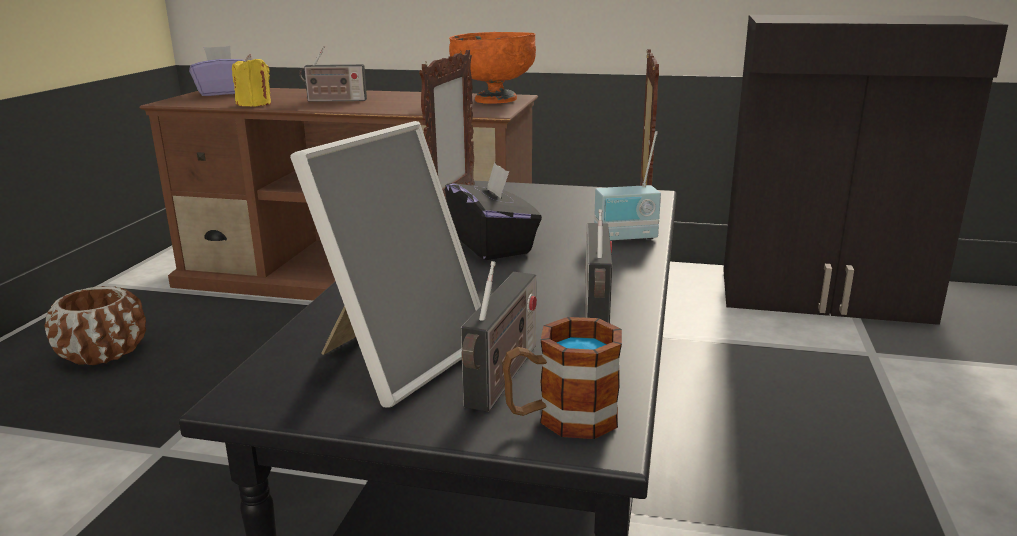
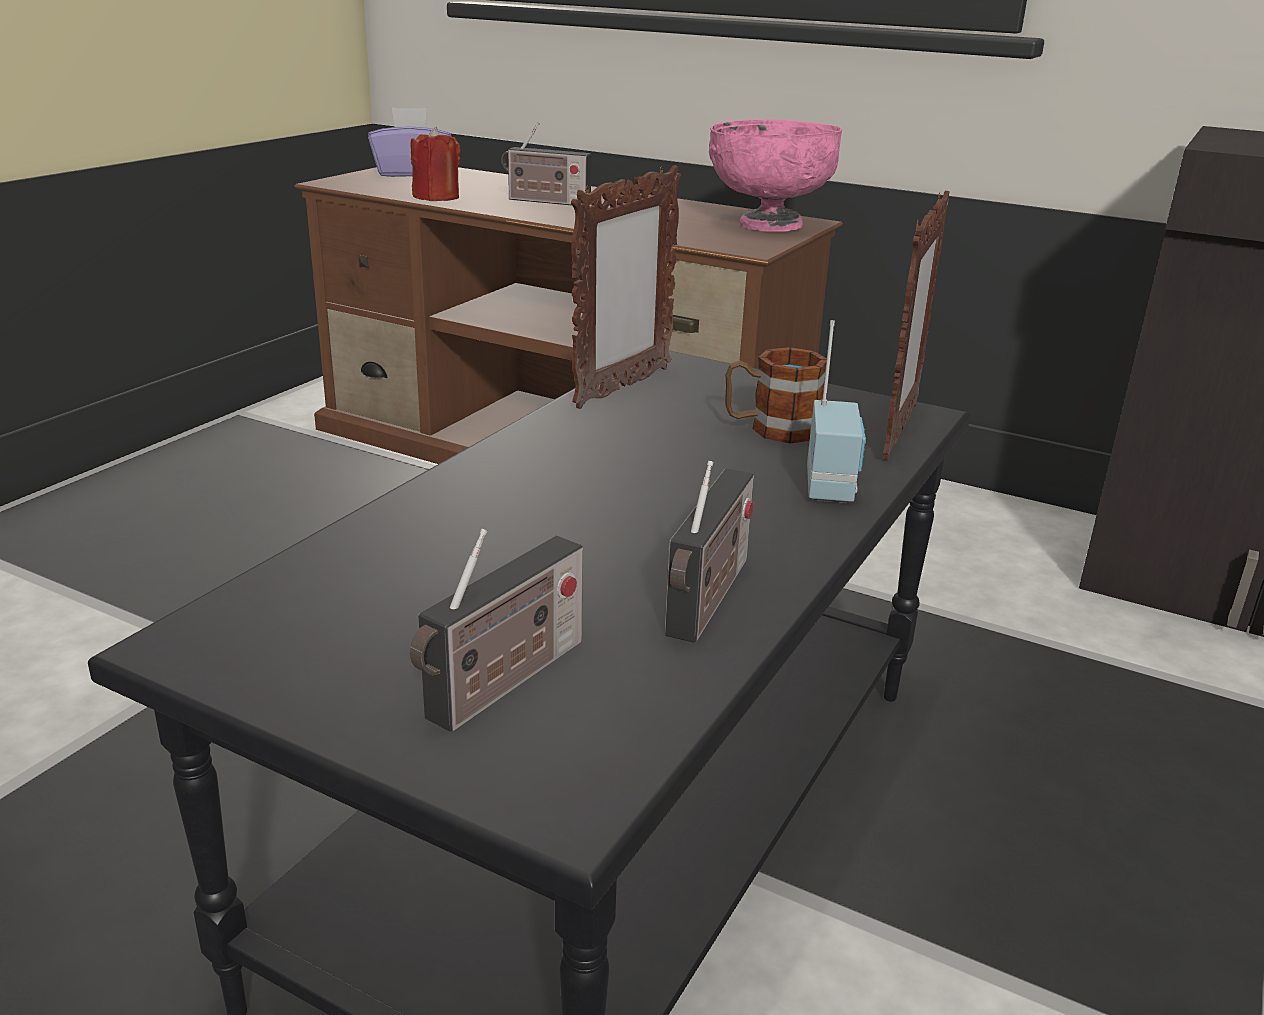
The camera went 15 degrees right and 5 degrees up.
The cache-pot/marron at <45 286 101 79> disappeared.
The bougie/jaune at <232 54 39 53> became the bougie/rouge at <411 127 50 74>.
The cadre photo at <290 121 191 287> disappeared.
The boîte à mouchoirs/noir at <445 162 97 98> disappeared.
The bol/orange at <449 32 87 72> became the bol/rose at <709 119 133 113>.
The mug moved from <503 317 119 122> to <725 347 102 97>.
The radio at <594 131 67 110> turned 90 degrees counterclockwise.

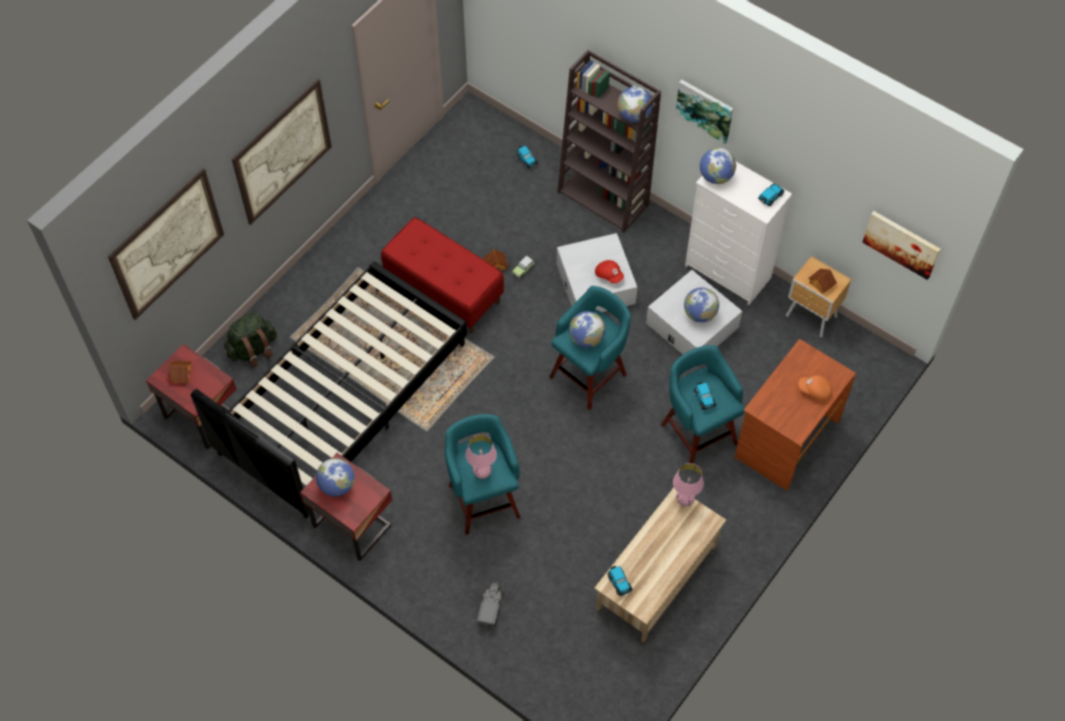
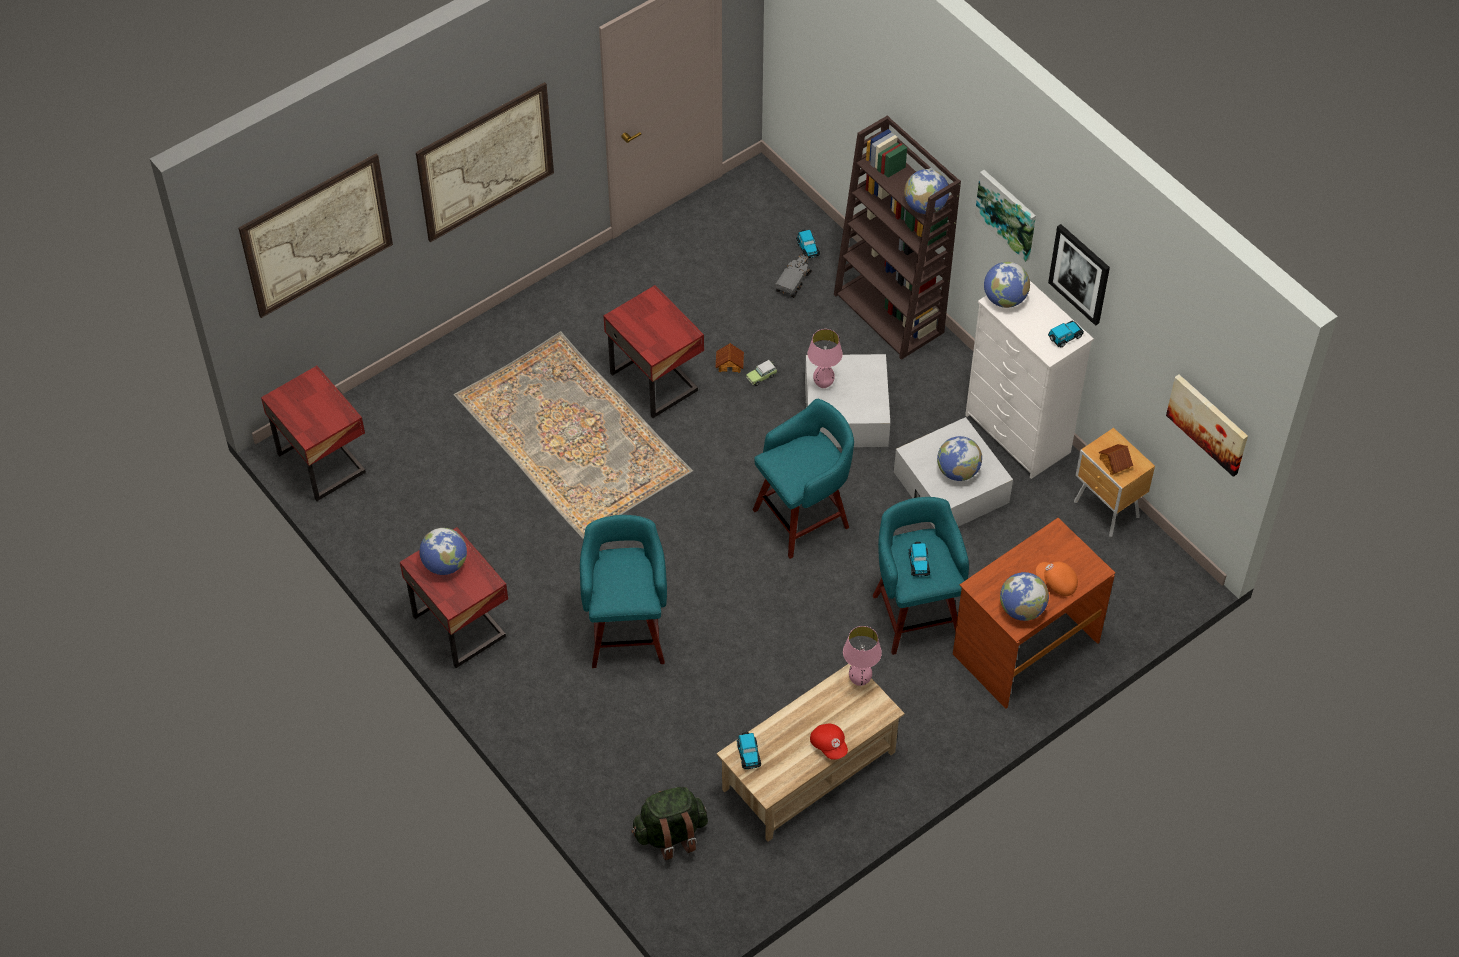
The camera went 15 degrees right and 5 degrees down.
The maison miniature at <169 361 23 22> disappeared.
The lit/noir at <191 261 276 257> disappeared.
The sac à dos/vert moved from <224 313 53 55> to <631 787 77 73>.
The banc/rouge at <381 217 123 116> was replaced by the table de chevet/rouge at <603 285 101 133>.
The lampe de table/rose moved from <466 434 31 45> to <808 329 35 59>.
The camion jouet moved from <477 582 27 44> to <775 254 37 44>.
The globe moved from <569 311 37 37> to <1000 572 49 49>.
The casquette/rouge moved from <595 260 29 23> to <810 724 38 36>.
The tableau at <1048 224 62 102> appeared.

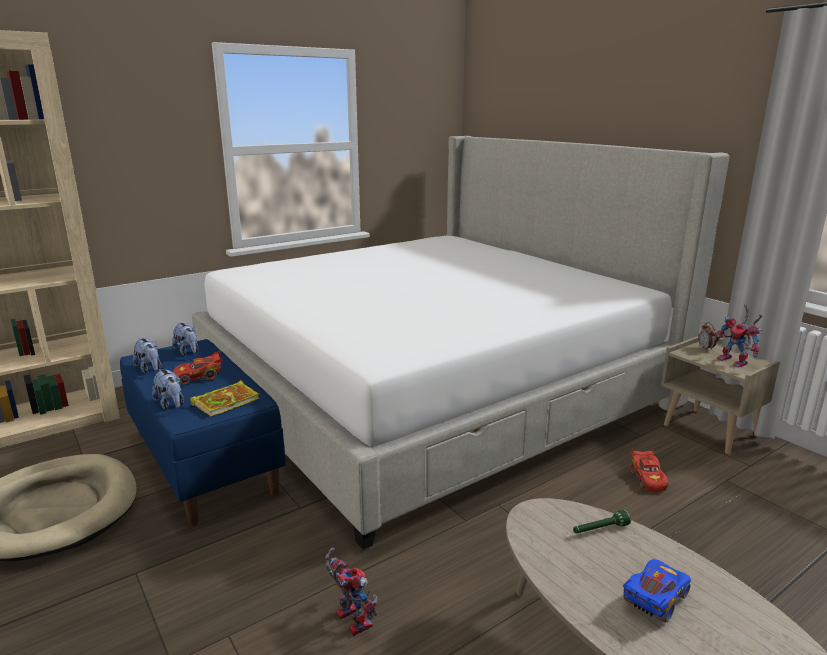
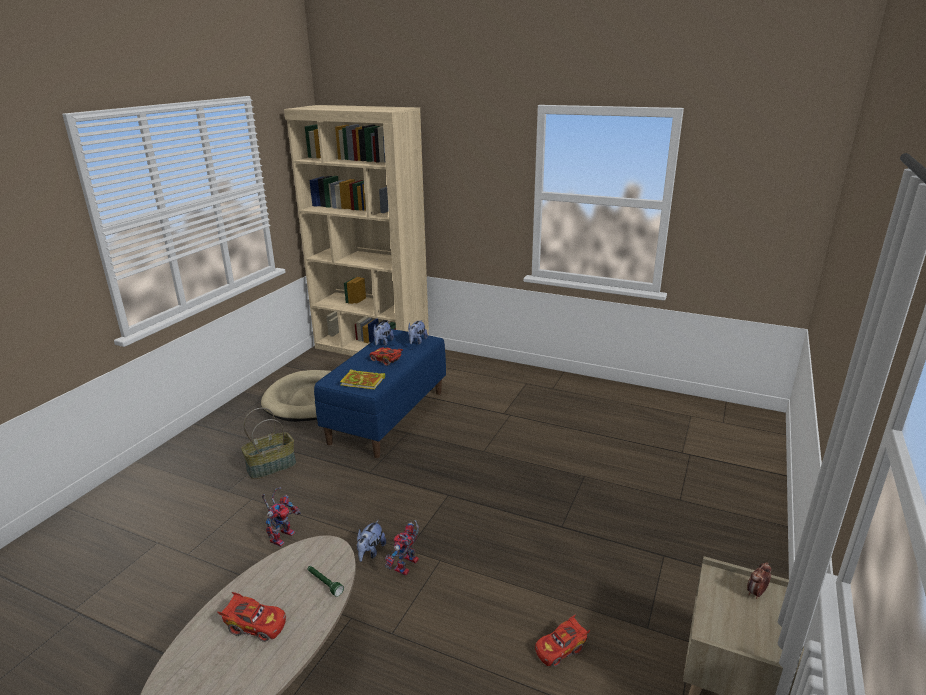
The camera went 60 degrees right and 5 degrees up.
The peluche moved from <152 369 32 41> to <357 520 29 42>.
The lit at <192 136 538 414> disappeared.
The petite voiture/bleu at <623 559 68 64> became the petite voiture/rouge at <217 592 69 50>.
The robot jouet moved from <714 304 49 64> to <385 520 34 55>.
The panier at <241 408 55 71> appeared.

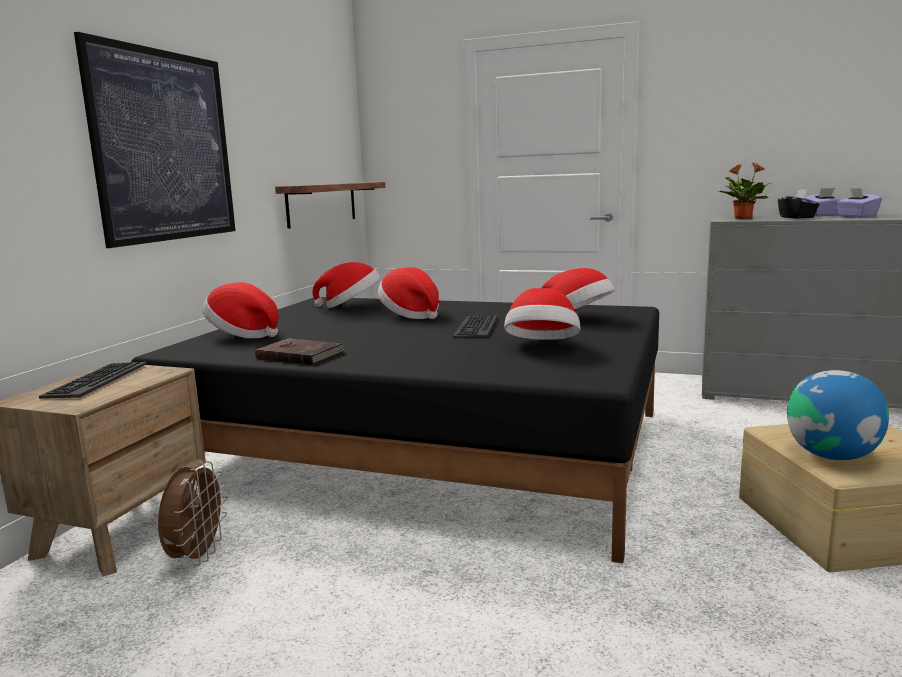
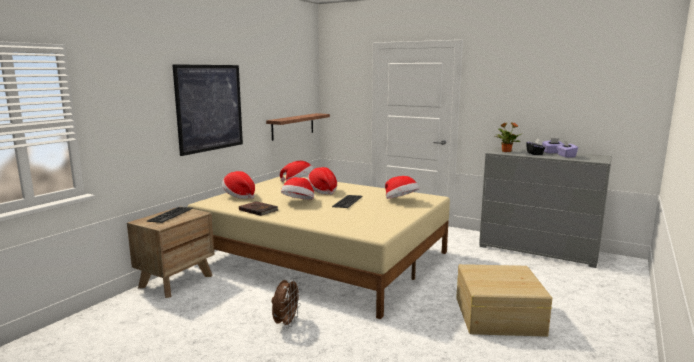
The camera went 10 degrees right and 0 degrees up.
The lit/noir at <131 297 528 266> became the lit/beige at <188 175 262 144>.
The ventilateur/marron moved from <158 461 70 105> to <272 278 30 50>.
The chapeau moved from <504 288 77 52> to <281 177 33 23>.
The globe at <787 370 102 90> disappeared.

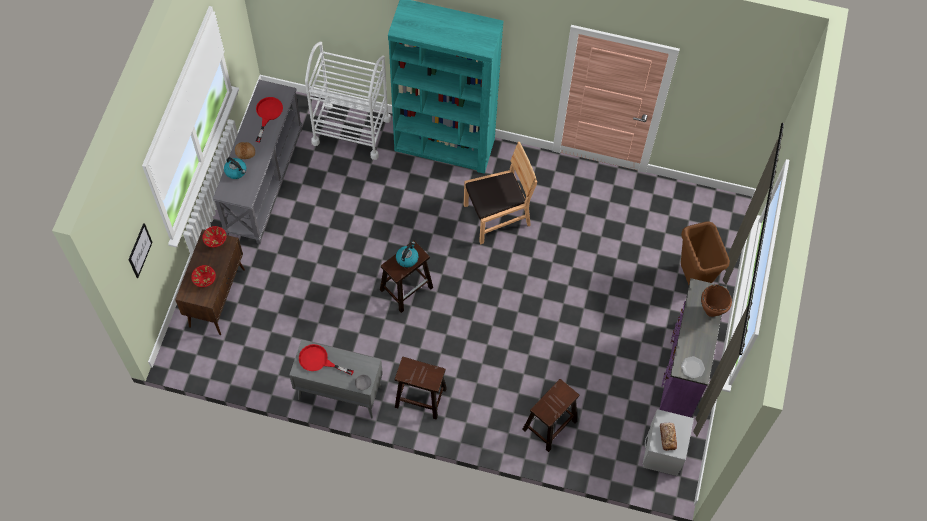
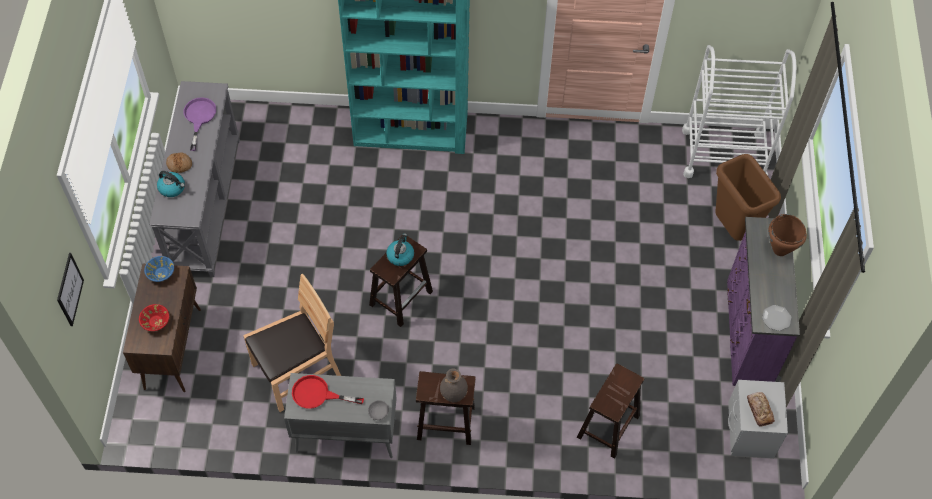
The camera went 10 degrees left and 5 degrees down.
The bol/rouge at <202 226 24 22> became the bol/bleu at <144 256 30 26>.
The poêle/rouge at <256 97 27 45> became the poêle/violet at <184 97 32 54>.
The chariot/blanc moved from <305 42 86 118> to <682 45 114 133>.
The chaise/marron moved from <464 142 73 103> to <243 274 98 138>.
The vase/gris at <440 369 28 33> appeared.

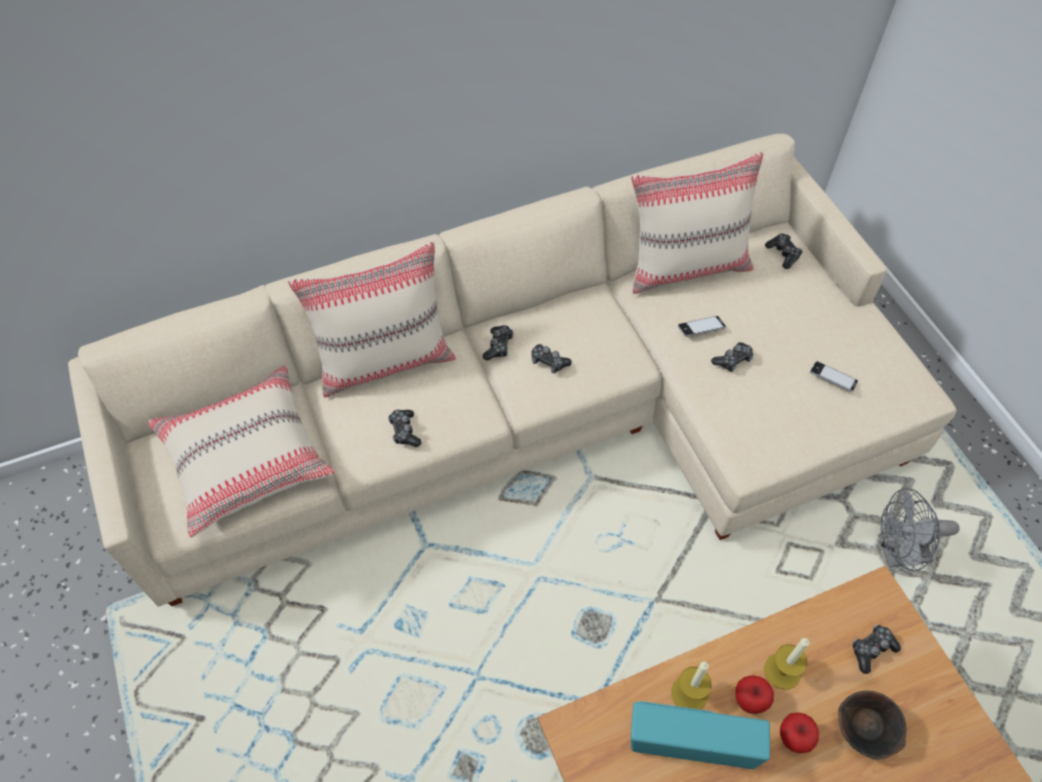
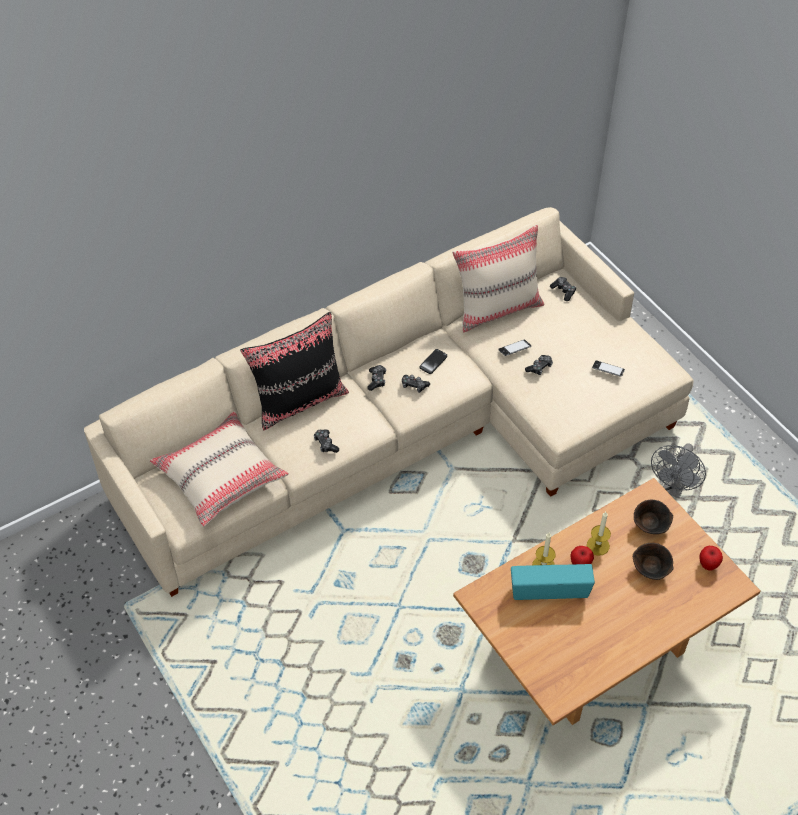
The camera went 10 degrees left and 5 degrees down.
The coussin/beige at <288 241 168 156> became the coussin/noir at <240 312 109 118>.
The pomme moved from <780 712 39 41> to <699 546 24 24>.
The manette at <852 624 49 50> was replaced by the bol/marron at <634 500 39 34>.
The ventilateur/gris at <880 488 80 83> turned 45 degrees counterclockwise.
The téléphone at <420 349 27 25> appeared.

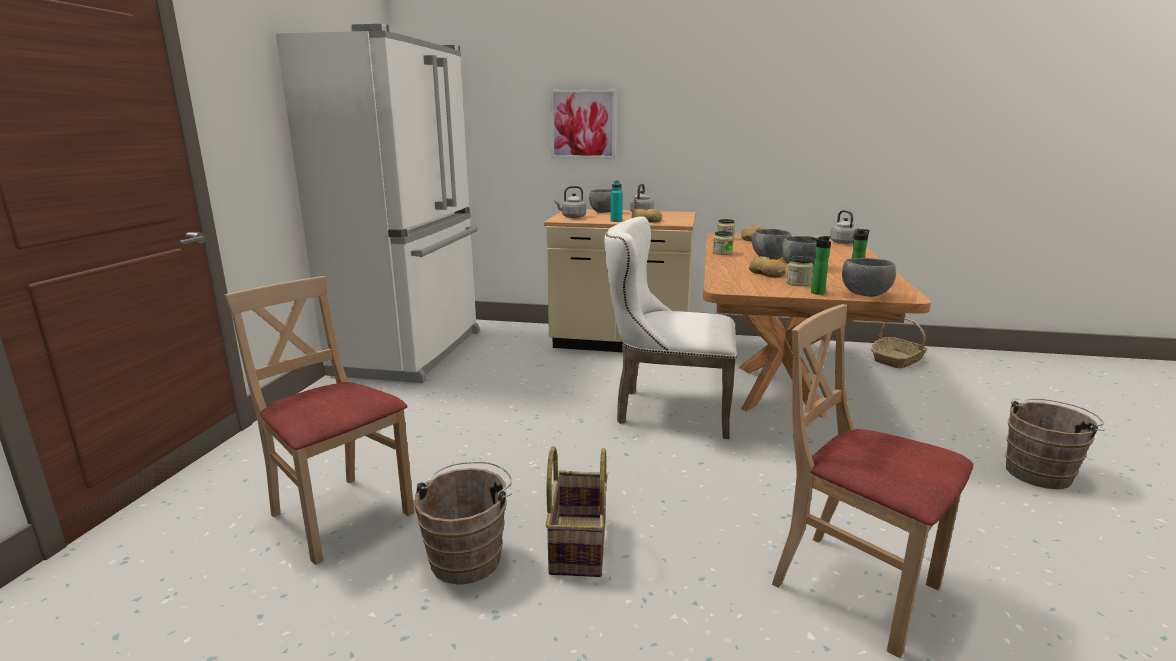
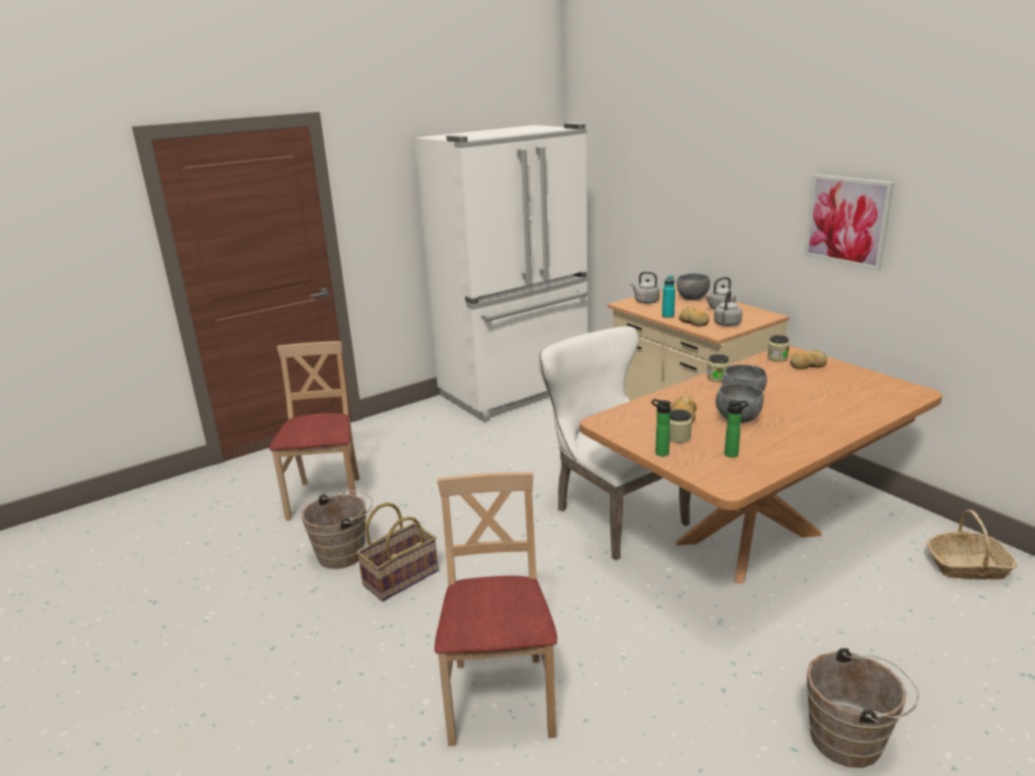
The camera went 45 degrees right and 5 degrees up.
The tableau moved from <550 89 66 70> to <804 174 90 96>.
The bouilloire/gris moved from <830 210 29 34> to <714 290 28 36>.
The bol/gris at <842 258 54 39> disappeared.

